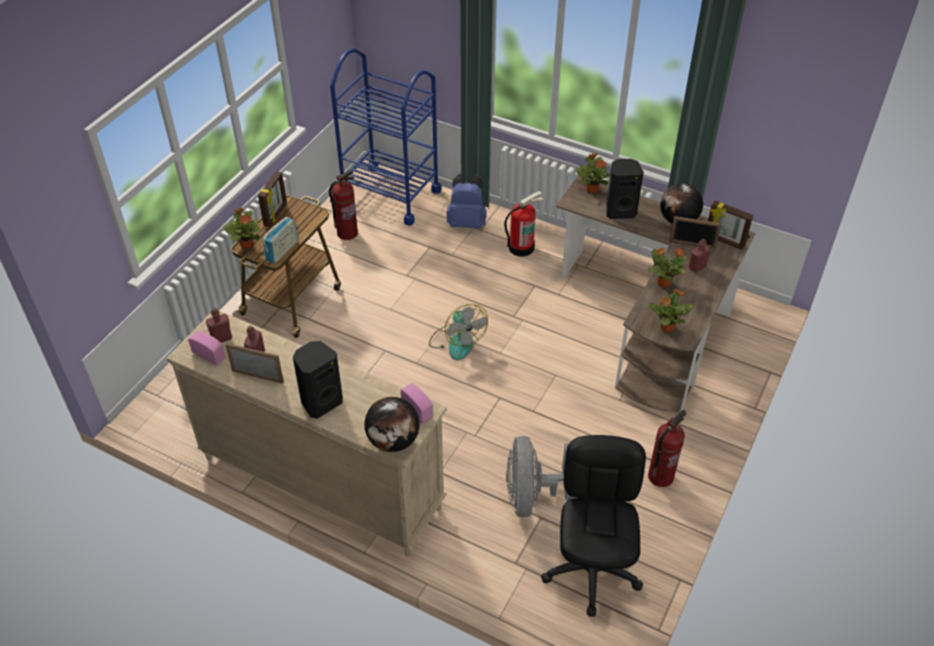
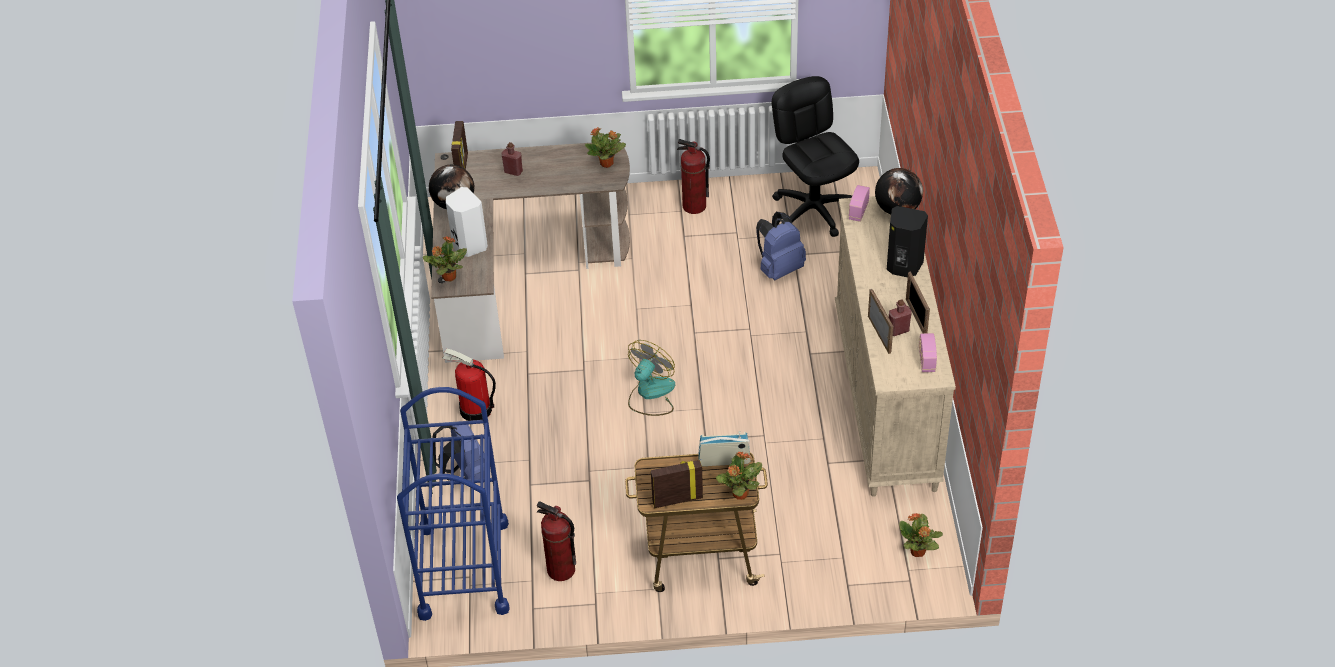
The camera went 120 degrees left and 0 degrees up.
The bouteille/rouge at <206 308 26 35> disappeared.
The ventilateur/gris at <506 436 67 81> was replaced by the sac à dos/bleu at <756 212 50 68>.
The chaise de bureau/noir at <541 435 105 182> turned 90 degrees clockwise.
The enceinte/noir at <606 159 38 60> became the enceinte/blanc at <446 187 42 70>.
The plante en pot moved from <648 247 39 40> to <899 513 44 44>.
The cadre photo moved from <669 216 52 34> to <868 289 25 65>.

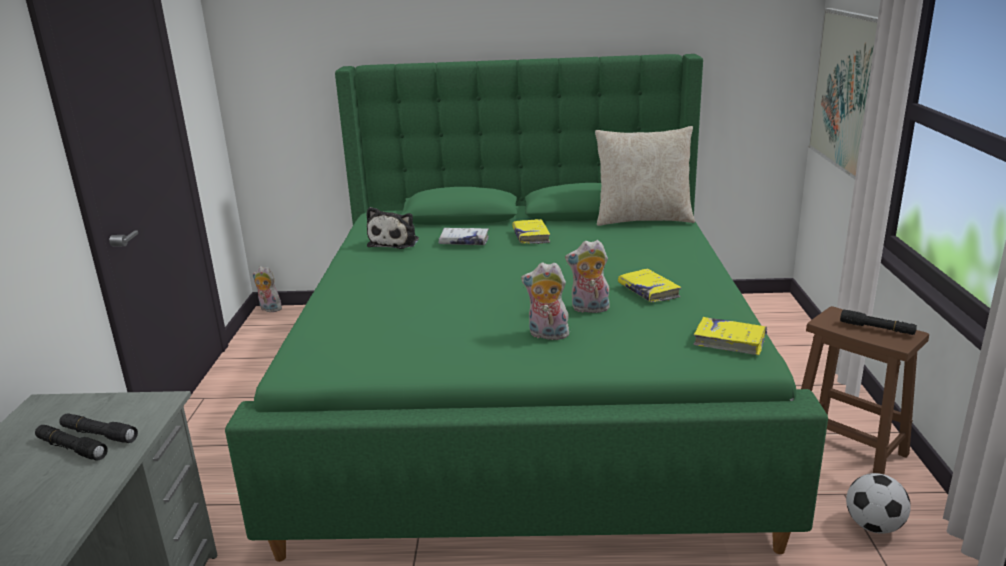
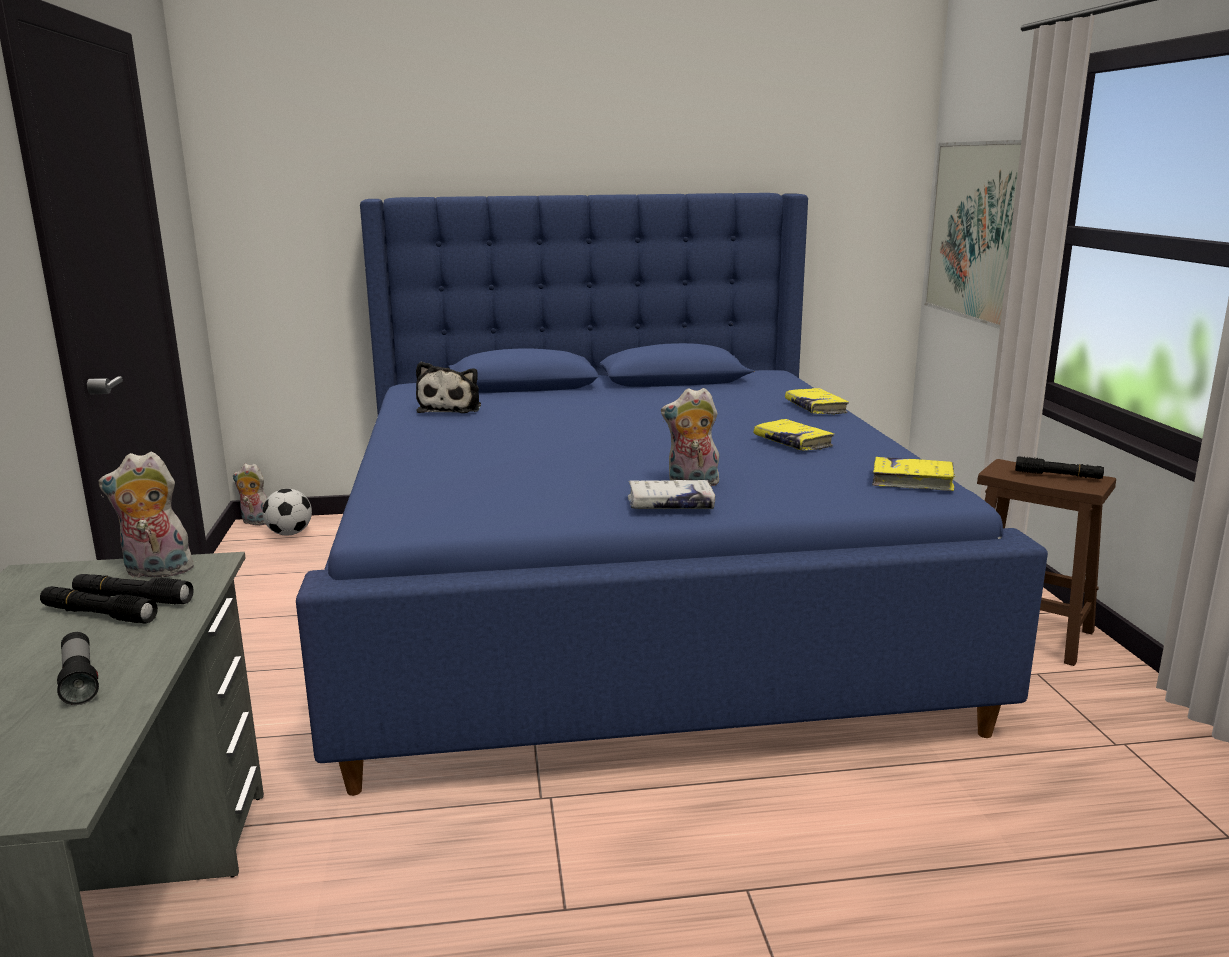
The camera went 10 degrees left and 5 degrees down.
The lit/vert at <225 54 603 508> became the lit/bleu at <296 193 752 603>.
The livre/blanc moved from <438 228 51 17> to <628 480 87 29>.
The livre/jaune moved from <512 219 38 25> to <785 388 64 27>.
The peluche moved from <565 240 45 73> to <98 452 100 126>.
The coussin/beige at <595 126 100 100> disappeared.
The ballon de foot moved from <846 473 65 61> to <262 489 50 47>.
The lampe de poche at <57 632 42 73> appeared.

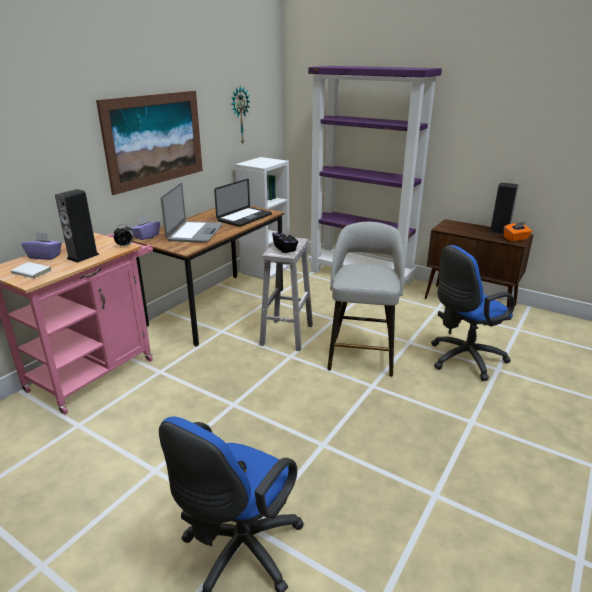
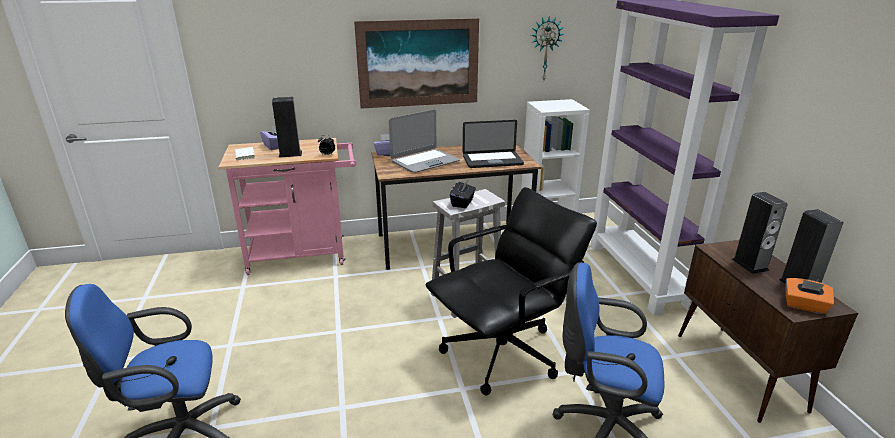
The camera went 45 degrees right and 0 degrees up.
The tabouret/gris at <327 222 78 155> was replaced by the chaise de bureau/noir at <426 187 171 208>.
The enceinte at <732 192 56 82> appeared.

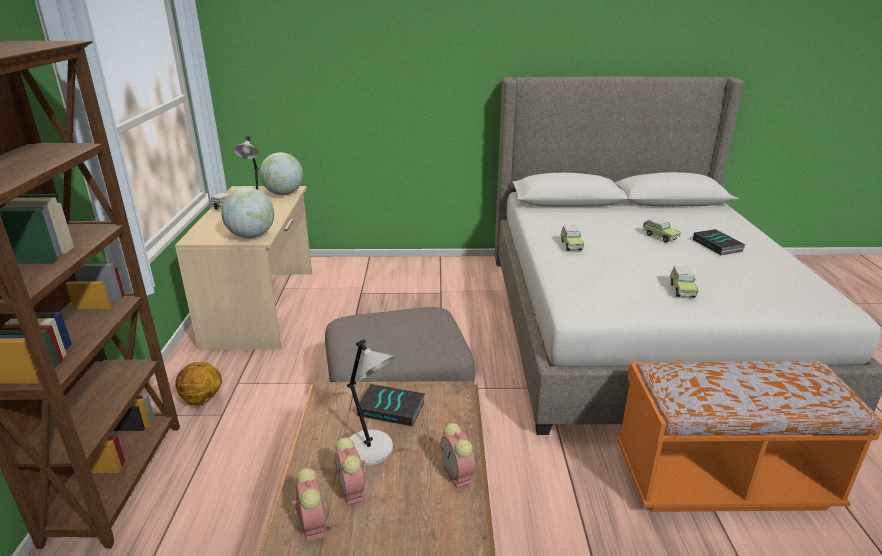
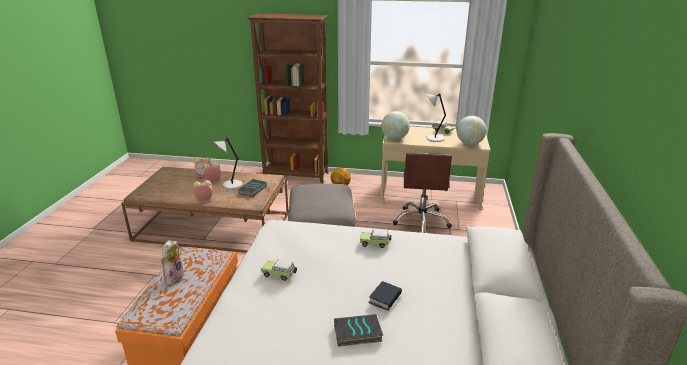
The camera went 100 degrees right and 0 degrees up.
The petite voiture at <643 218 38 25> was replaced by the livre at <368 281 34 30>.
The peluche at <161 240 23 45> appeared.
The chaise de bureau/marron at <393 153 59 80> appeared.

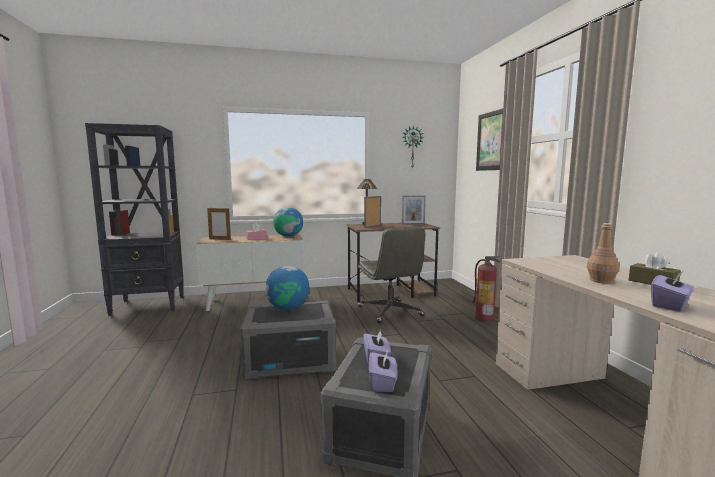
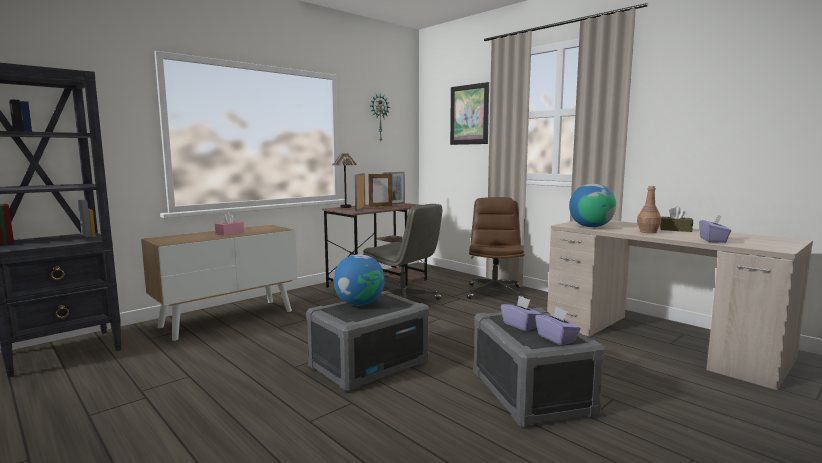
The camera went 30 degrees left and 0 degrees up.
The cadre photo moved from <207 208 24 32> to <368 174 24 33>.
The globe moved from <273 208 30 28> to <569 184 47 43>.
The extincteur at <473 256 27 67> was replaced by the chaise de bureau/marron at <467 197 58 102>.

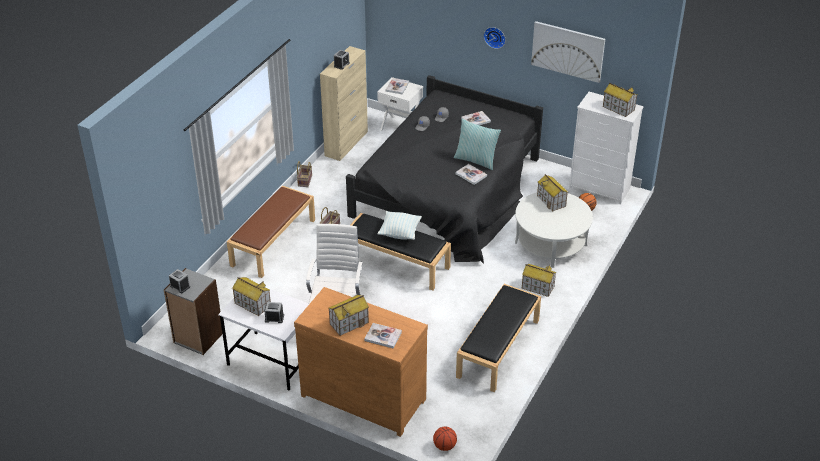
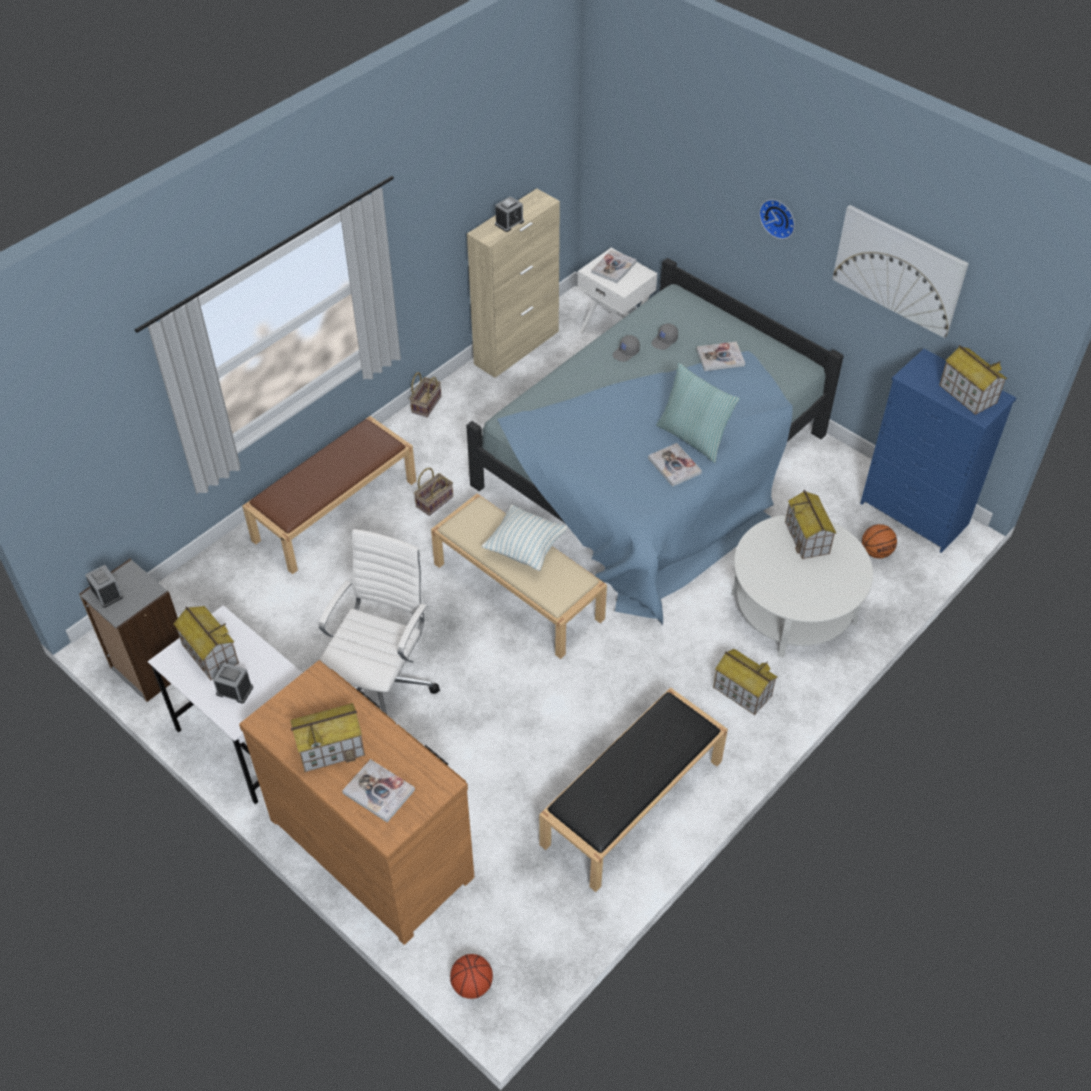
The camera went 15 degrees right and 10 degrees up.
The lit/noir at <346 75 197 189> became the lit/bleu at <466 258 378 367>.
The banc/noir at <350 213 101 77> became the banc/beige at <431 493 176 166>.
The commode/blanc at <569 92 75 112> became the commode/bleu at <860 349 156 204>.

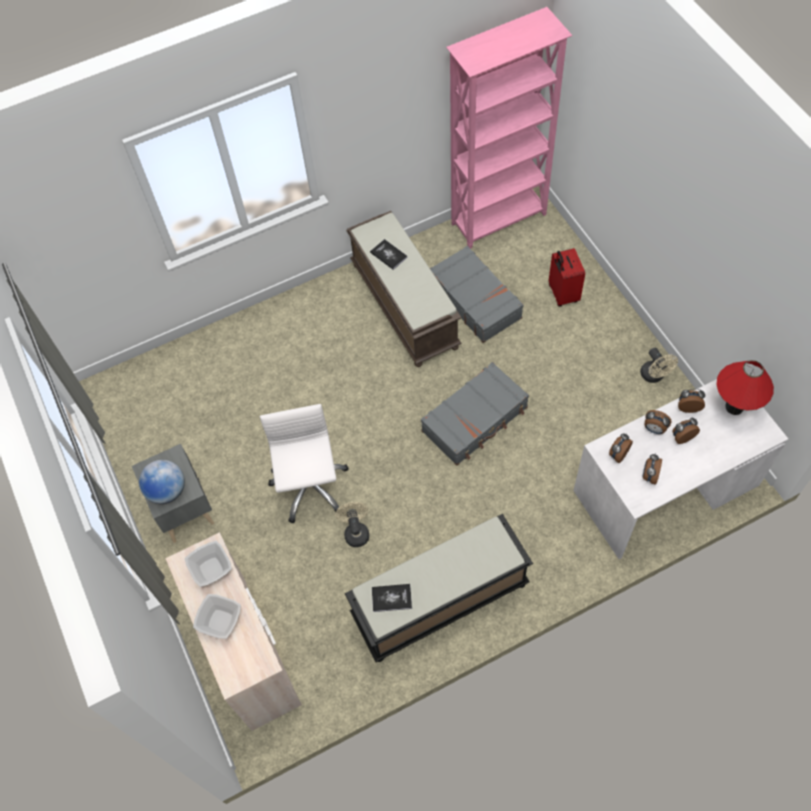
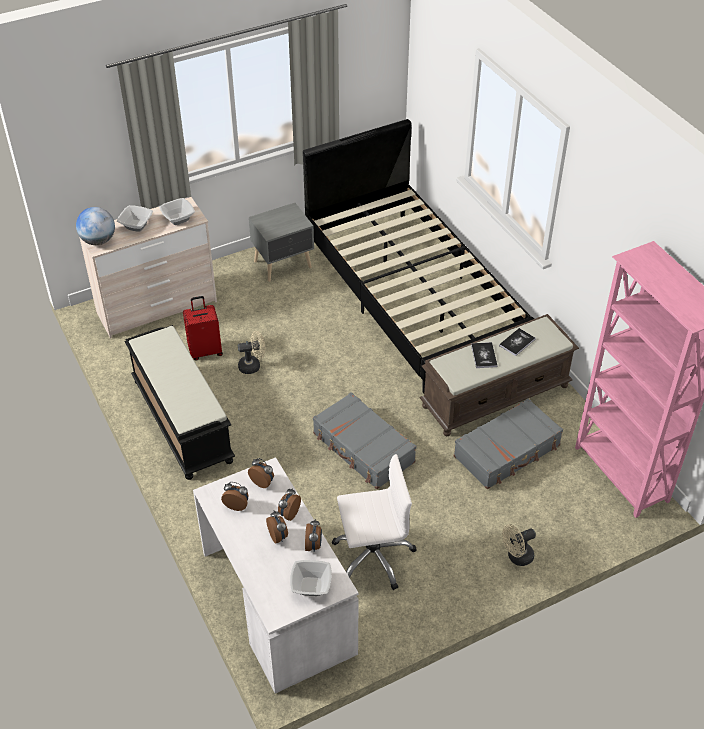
The camera went 85 degrees right and 15 degrees down.
The globe moved from <139 460 46 44> to <76 207 39 38>.
The chaise de bureau/blanc moved from <260 404 89 119> to <332 454 85 136>.
The livre moved from <372 584 40 28> to <471 342 26 26>.
The valise/rouge moved from <549 248 36 59> to <183 296 40 65>.
The ventilateur/beige moved from <640 348 38 35> to <502 524 34 42>.
The lampe de table/rouge at <717 360 57 55> was replaced by the bol at <290 560 42 36>.
The lit/noir at <303 119 231 275> appeared.

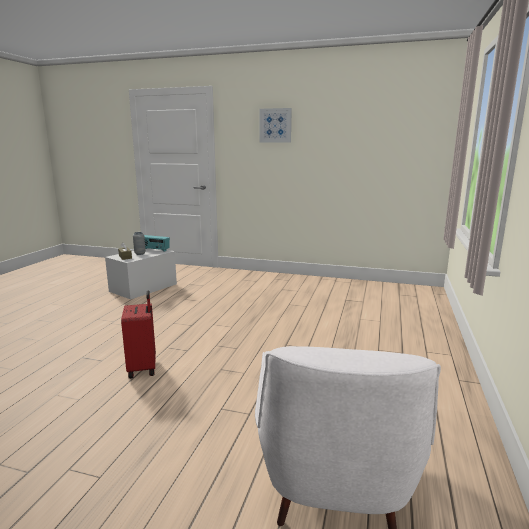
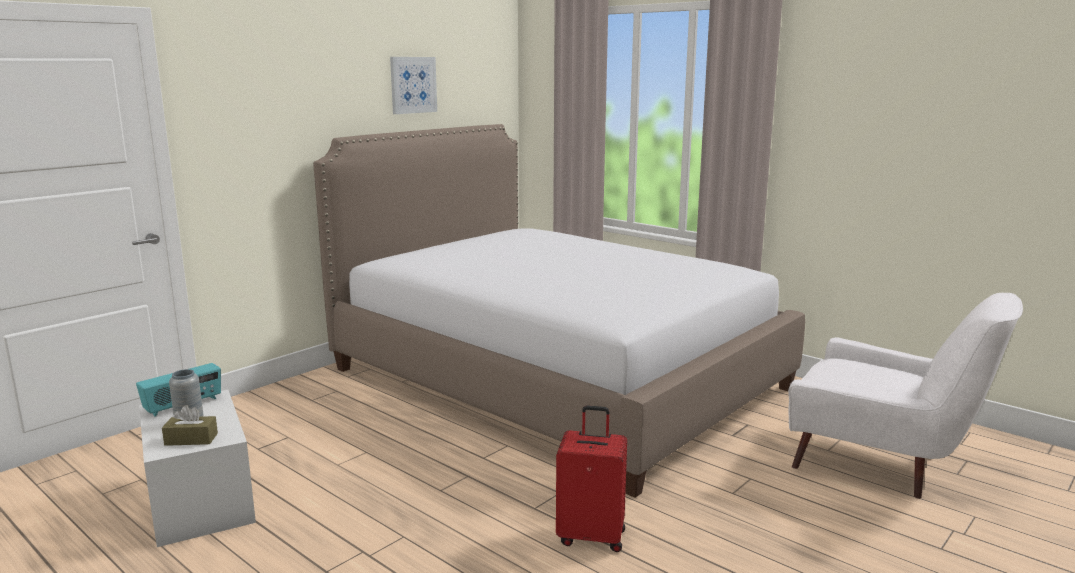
The camera went 65 degrees left and 0 degrees up.
The tableau moved from <259 108 33 34> to <390 57 47 57>.
The lit at <313 124 492 374> appeared.

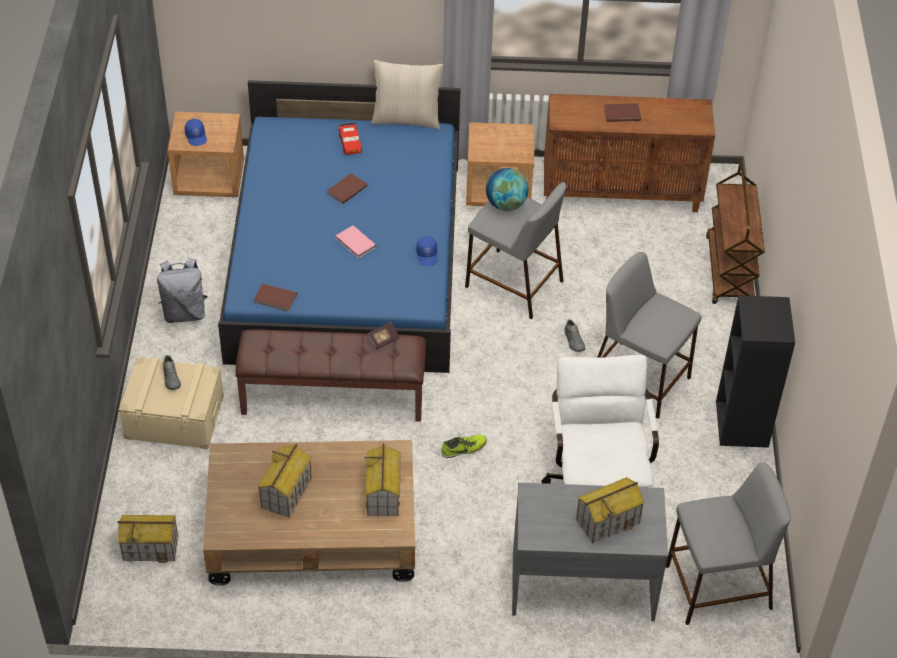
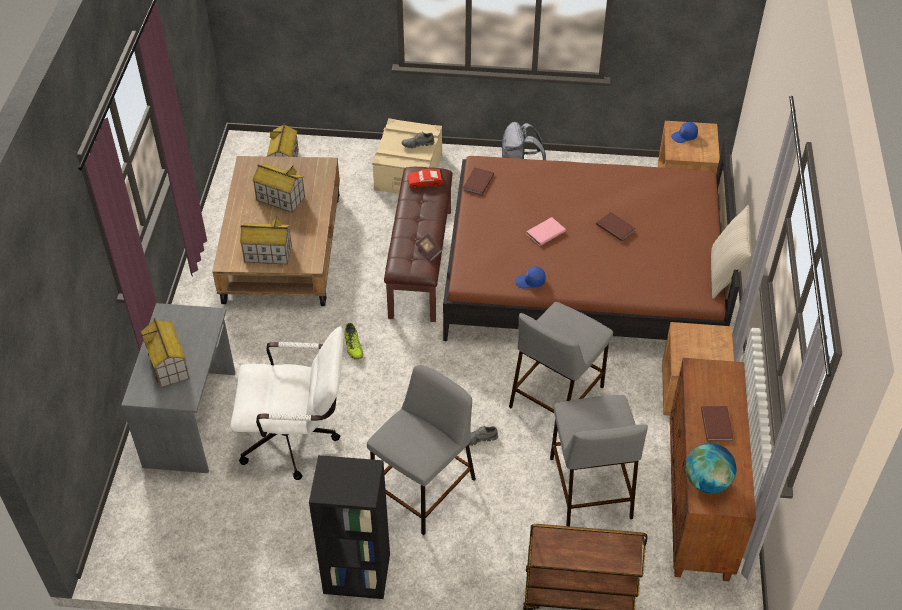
The camera went 95 degrees right and 0 degrees up.
The lit/bleu at <218 80 243 293> became the lit/marron at <443 138 296 203>.
The petite voiture/rouge moved from <339 123 23 32> to <407 169 37 20>.
The globe moved from <486 168 43 43> to <685 443 51 50>.
The tabouret/gris moved from <666 462 125 163> to <550 395 98 131>.

